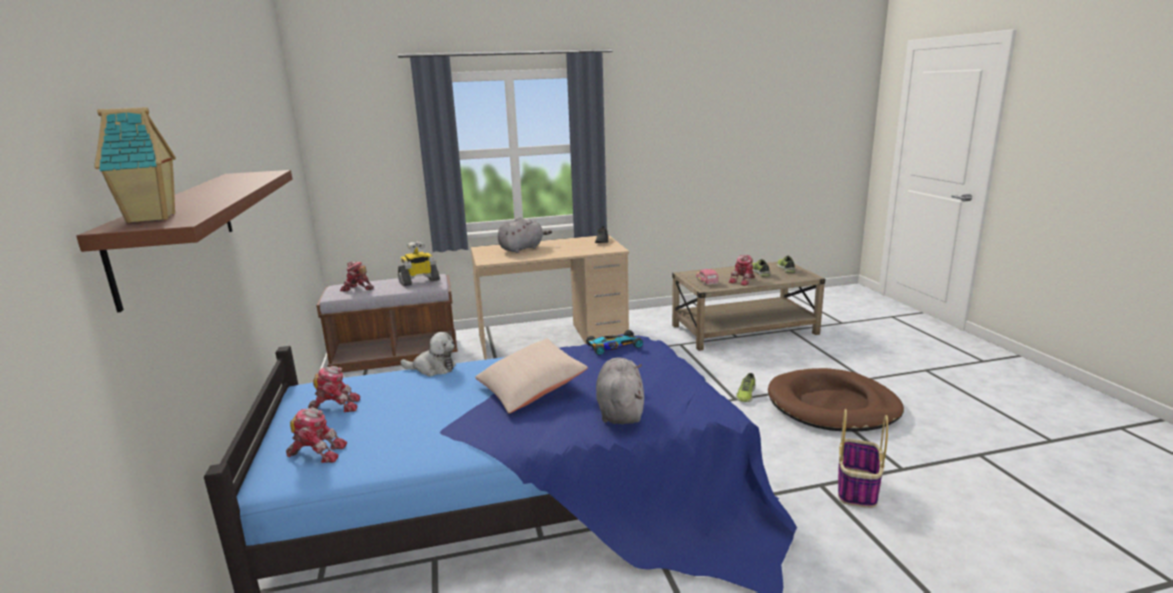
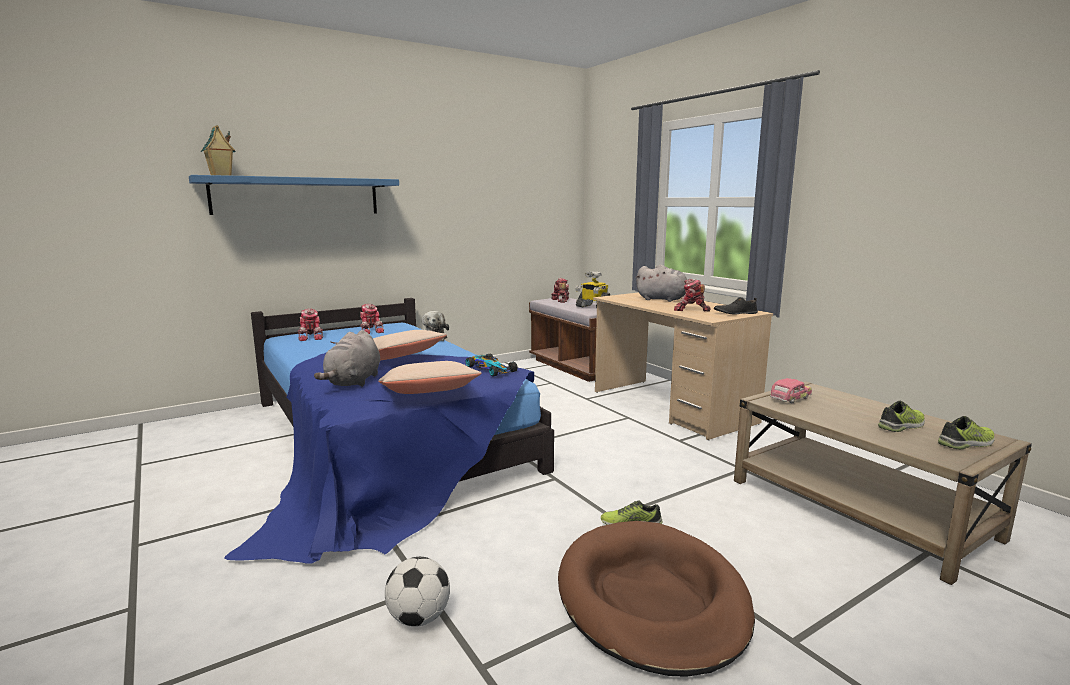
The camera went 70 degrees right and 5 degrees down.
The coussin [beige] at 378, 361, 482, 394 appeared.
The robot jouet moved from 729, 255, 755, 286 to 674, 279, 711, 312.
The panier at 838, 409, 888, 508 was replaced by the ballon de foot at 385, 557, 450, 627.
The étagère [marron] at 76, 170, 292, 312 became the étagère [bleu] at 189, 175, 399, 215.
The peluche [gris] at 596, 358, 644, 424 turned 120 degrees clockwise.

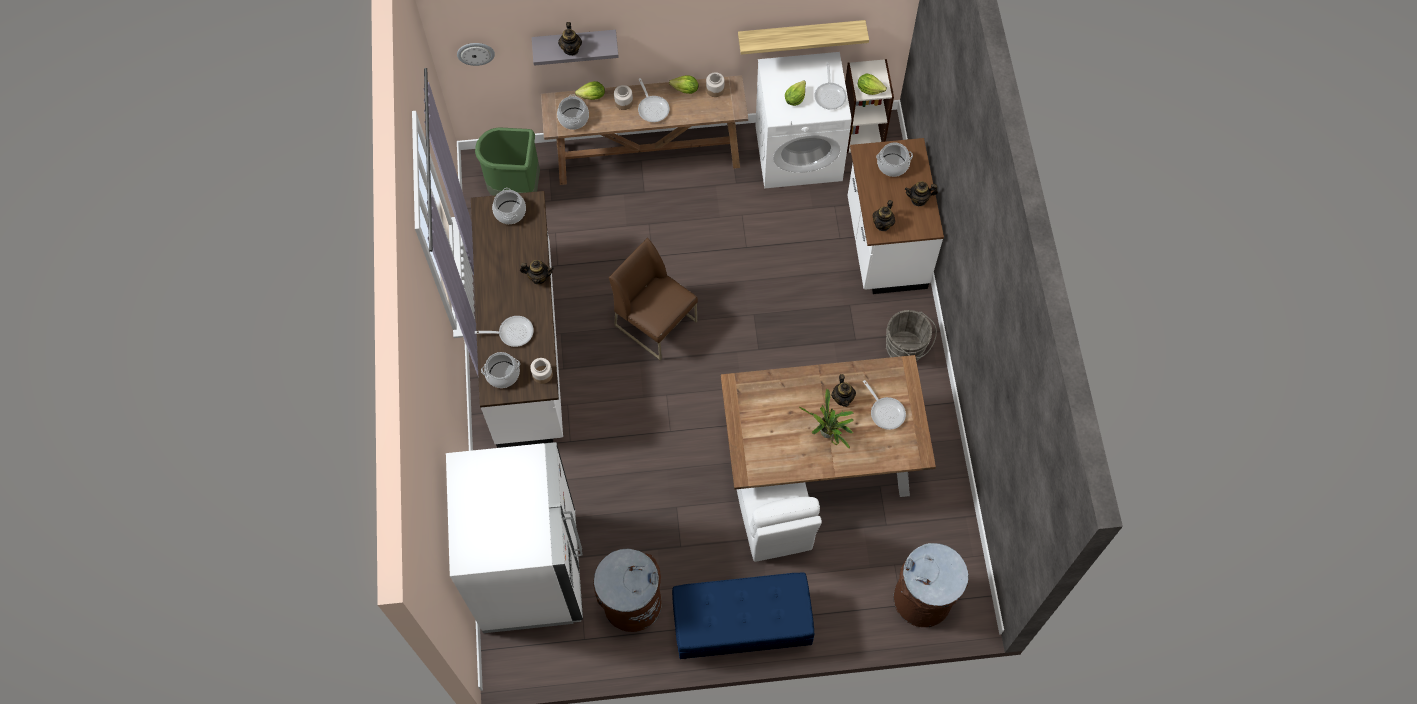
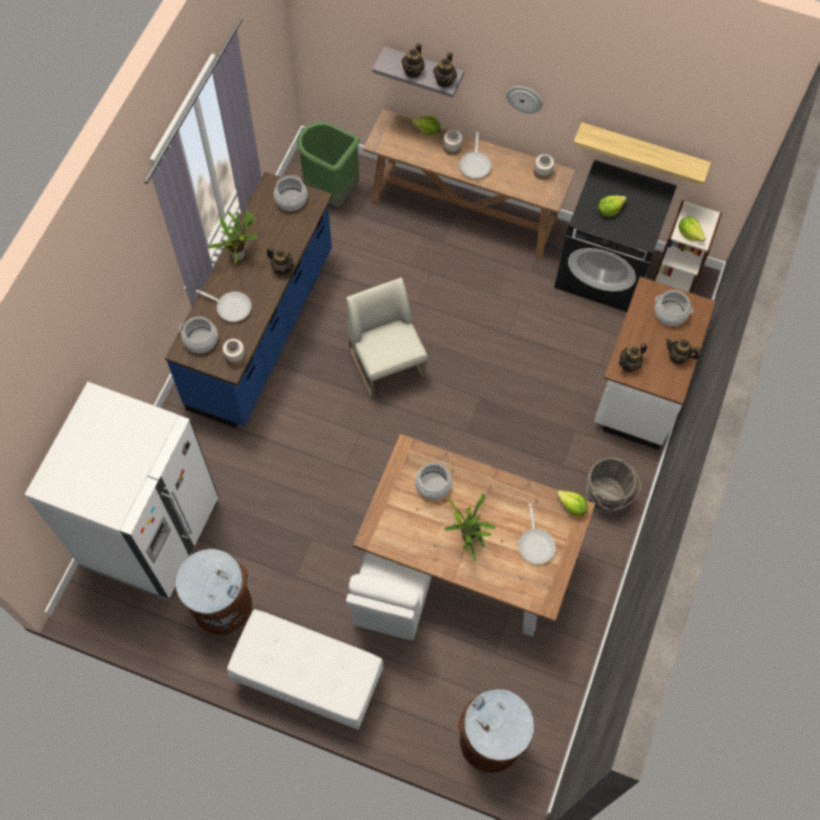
The camera went 25 degrees right and 0 degrees up.
The poêle at 814, 63, 847, 110 disappeared.
The plante en pot at 206, 211, 258, 264 appeared.
The horloge murale moved from 457, 43, 495, 66 to 506, 86, 543, 113.
The marmite moved from 557, 94, 589, 130 to 415, 461, 452, 500.
The laitue moved from 669, 75, 698, 94 to 557, 490, 588, 516.
The théière moved from 831, 374, 856, 407 to 433, 52, 457, 87.
The comptoir de cuisine [blanc] at 471, 191, 563, 448 became the comptoir de cuisine [bleu] at 165, 172, 332, 428.
The chaise [marron] at 609, 238, 698, 361 became the chaise [blanc] at 346, 277, 428, 400.
The banc [bleu] at 672, 573, 814, 659 became the banc [blanc] at 227, 609, 383, 730.
The lave-linge [blanc] at 755, 52, 852, 189 became the lave-linge [noir] at 554, 160, 677, 312.

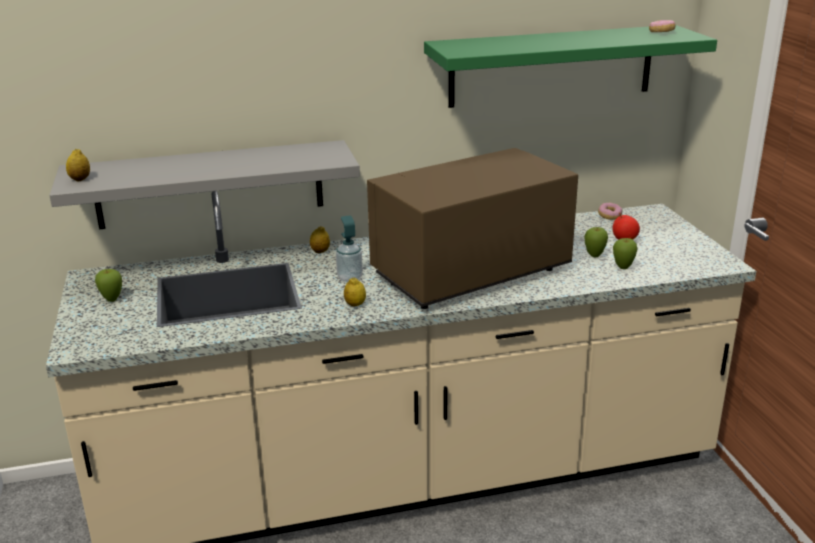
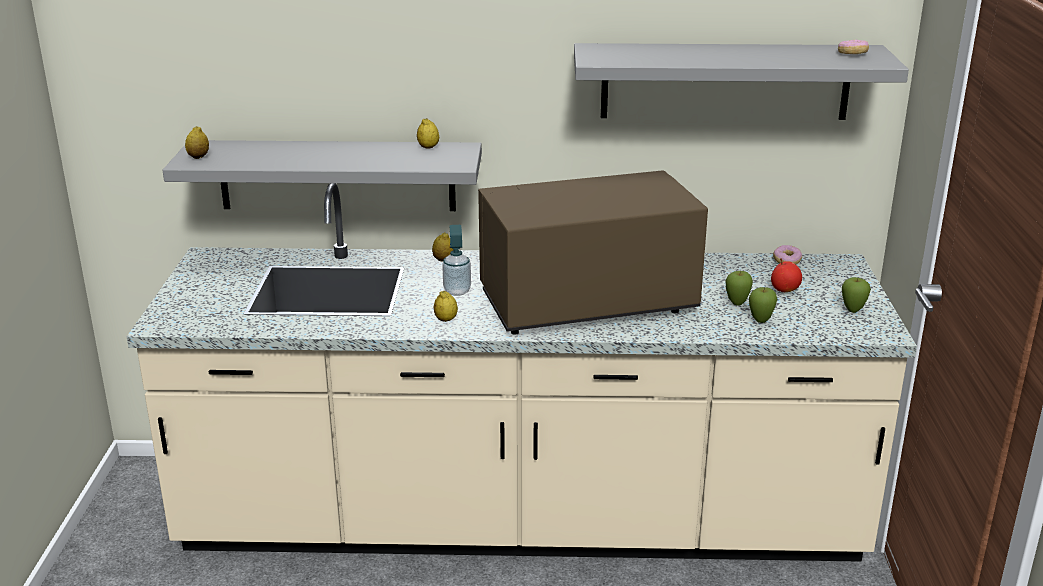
The camera went 15 degrees right and 0 degrees up.
The citron at 417, 118, 439, 148 appeared.
The pomme moved from 95, 269, 122, 302 to 842, 277, 871, 313.
The étagère [vert] at 424, 25, 717, 108 became the étagère [gris] at 574, 43, 909, 120.

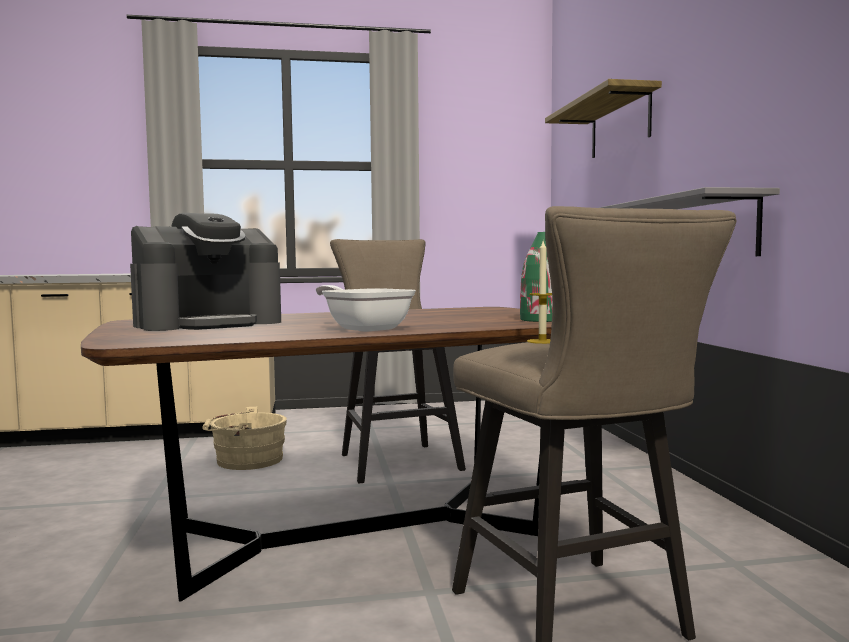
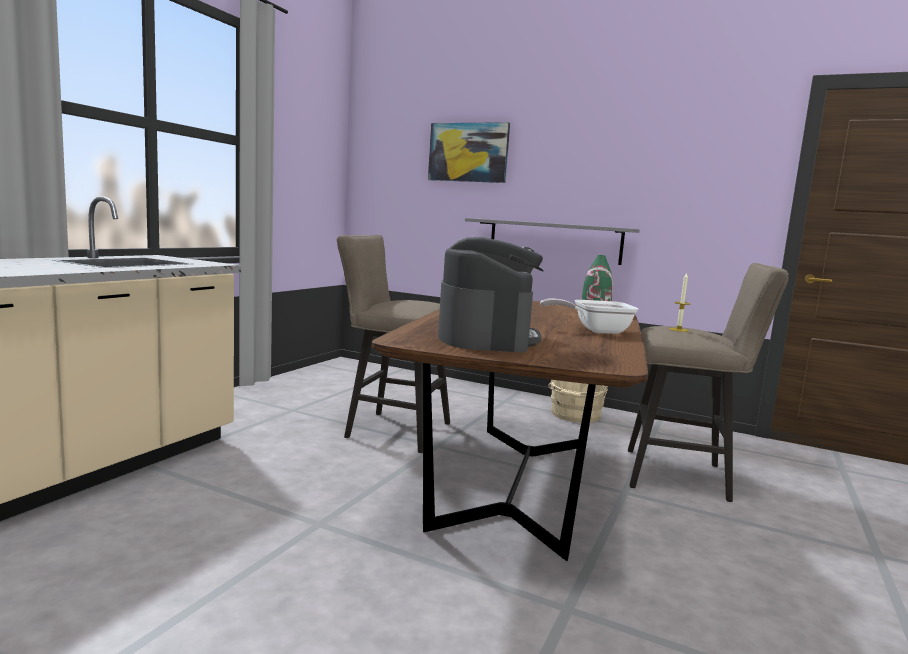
The camera went 55 degrees left and 5 degrees up.
The seau [beige] moved from 202, 407, 287, 470 to 548, 380, 608, 423.
The étagère at 545, 79, 662, 158 was replaced by the tableau at 428, 122, 510, 183.

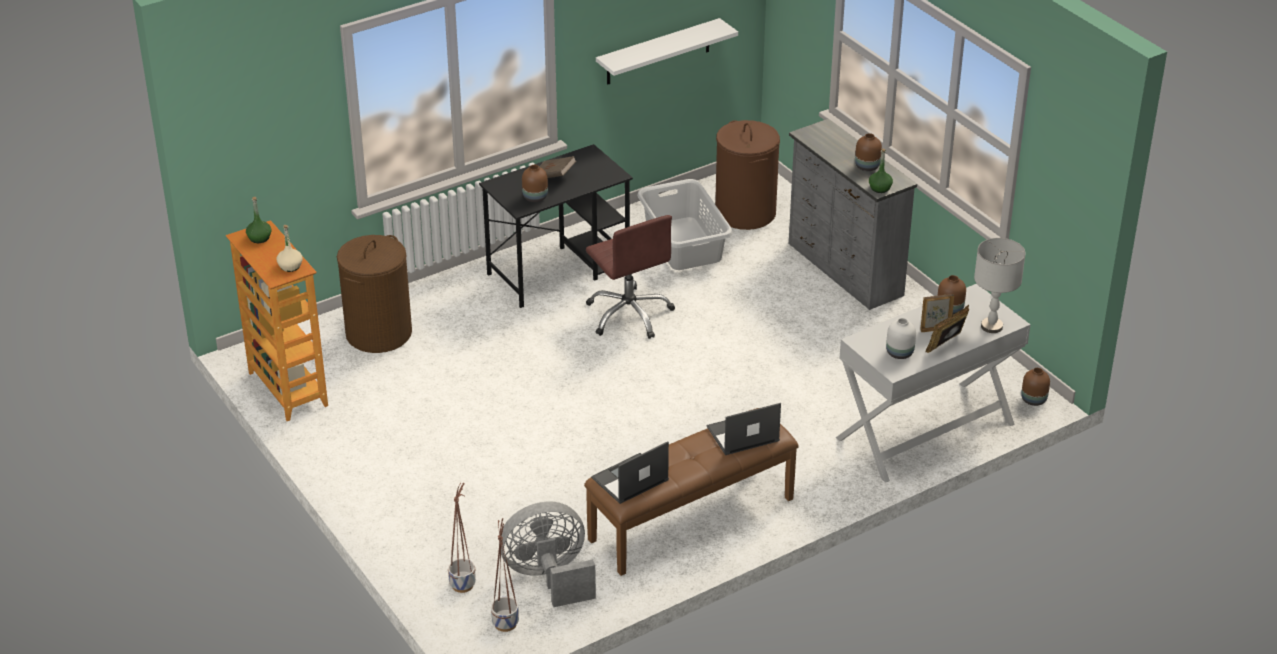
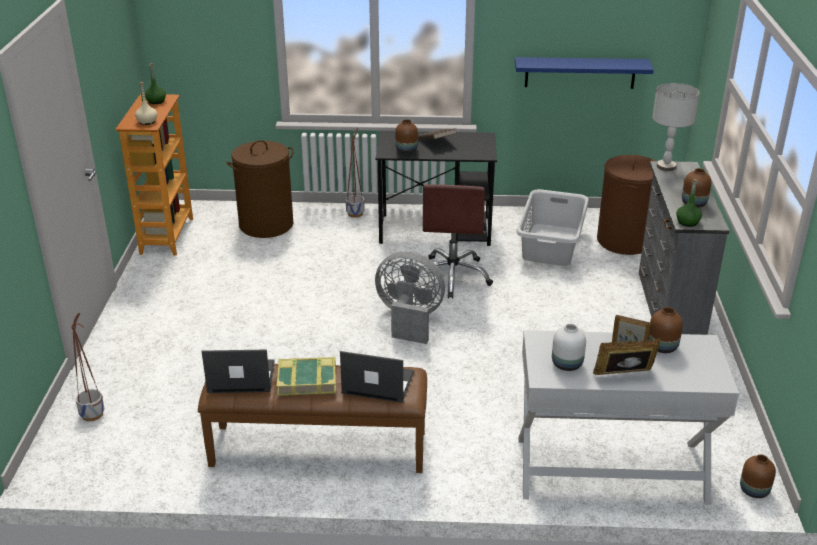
The camera went 35 degrees right and 5 degrees down.
The livre at 277, 357, 336, 396 appeared.
The cache-pot moved from 491, 518, 519, 632 to 346, 128, 365, 218.
The ventilateur [gris] moved from 501, 502, 596, 607 to 375, 251, 445, 344.
The lampe de table [gris] moved from 974, 238, 1026, 333 to 652, 83, 700, 171.
The étagère [blanc] at 596, 18, 738, 85 became the étagère [bleu] at 515, 57, 654, 89.

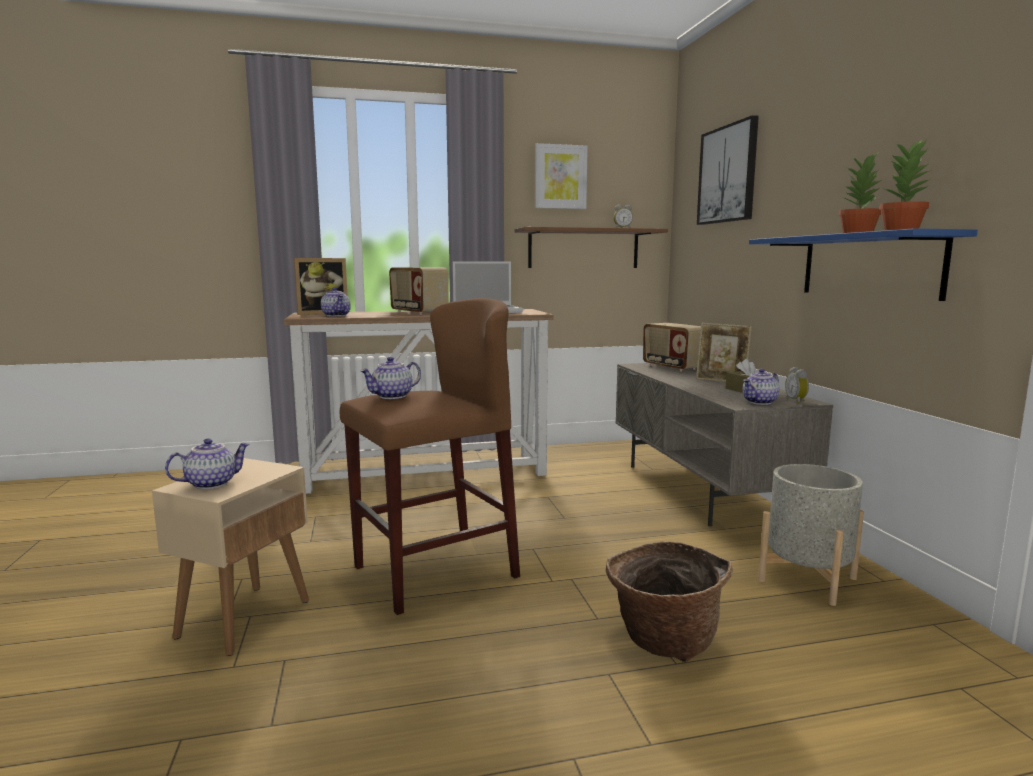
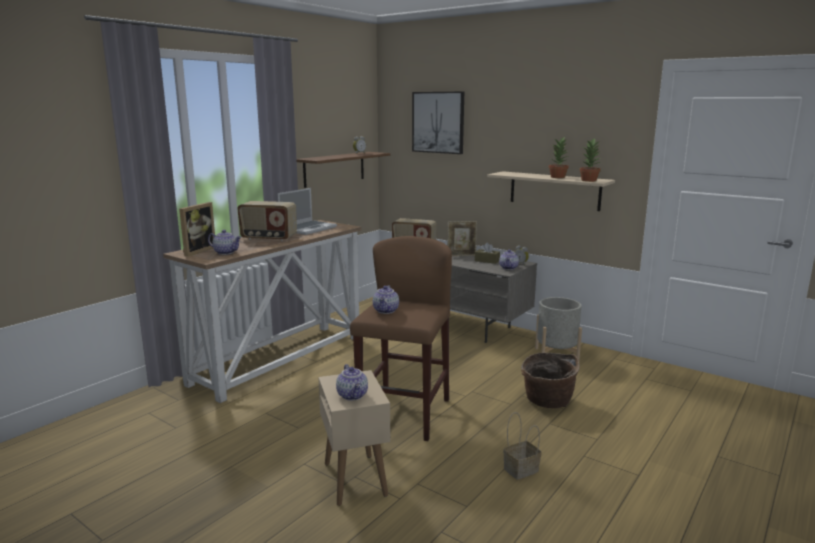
The camera went 40 degrees left and 5 degrees up.
The tableau at 535, 143, 588, 209 disappeared.
The panier at 503, 412, 541, 480 appeared.
The étagère [bleu] at 749, 228, 978, 301 became the étagère [beige] at 487, 171, 615, 211.
The théière at 165, 438, 250, 489 turned 150 degrees clockwise.

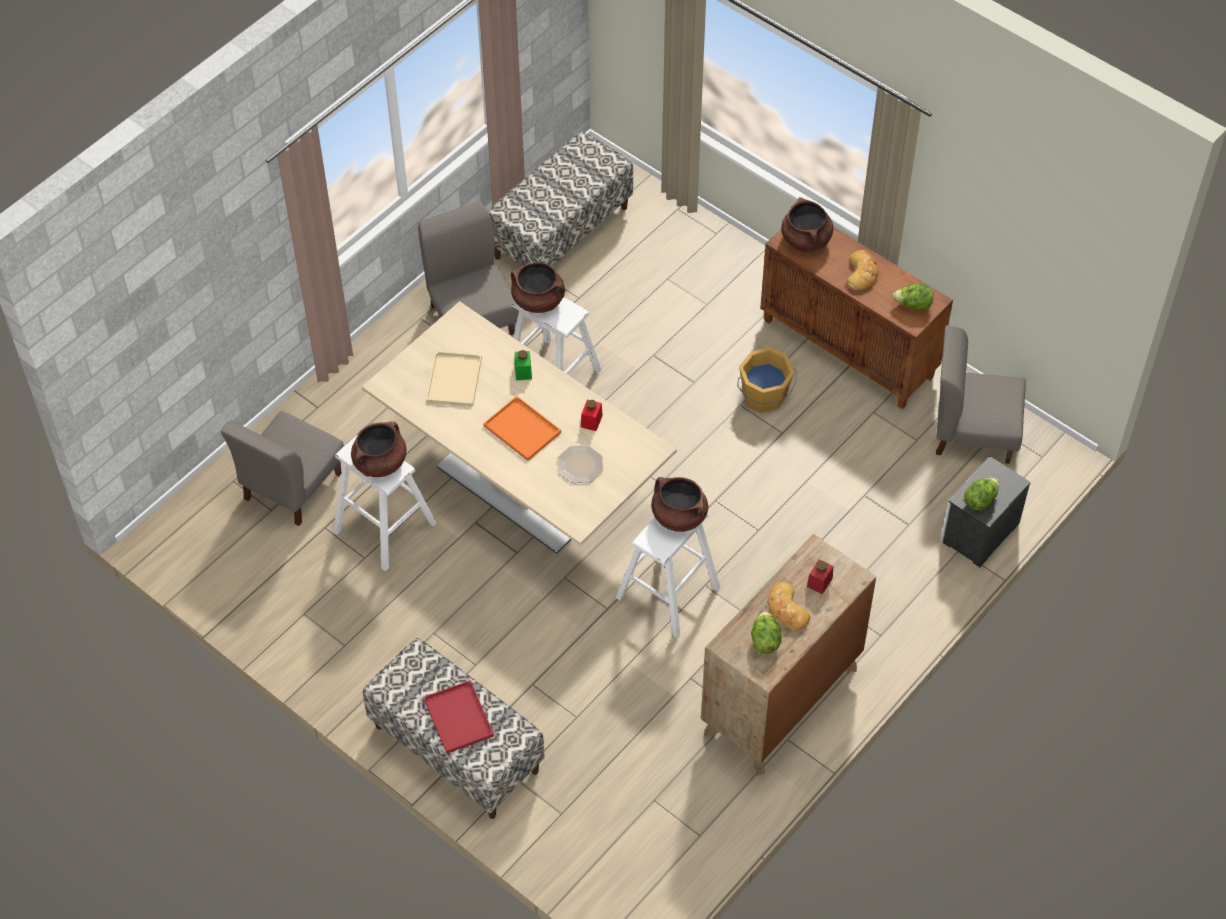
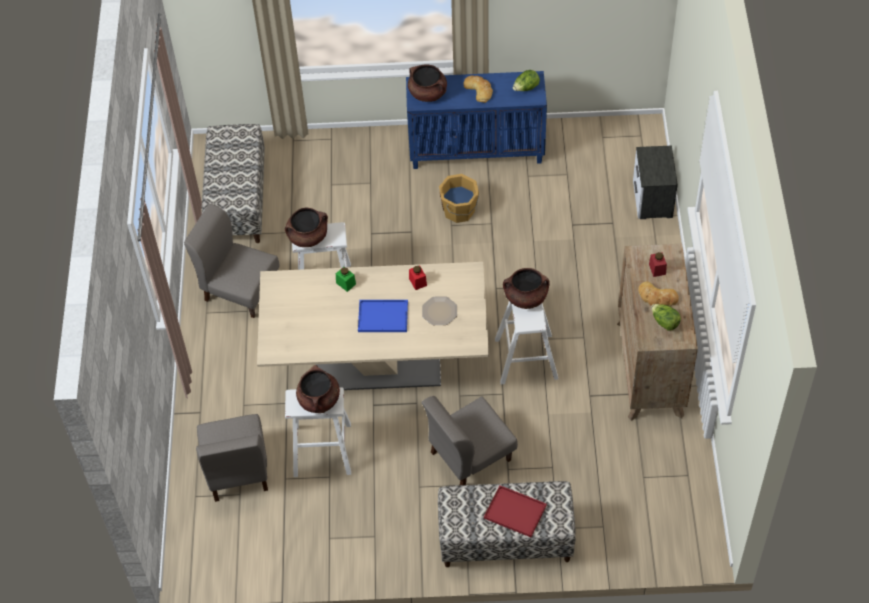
The camera went 40 degrees left and 0 degrees up.
The plateau [beige] at 426, 351, 482, 407 disappeared.
The laitue at 964, 478, 999, 510 disappeared.
The chaise [gris] moved from 936, 325, 1026, 464 to 422, 396, 518, 485.
The plateau [orange] at 483, 396, 561, 461 became the plateau [bleu] at 358, 300, 408, 332.
The meuble de rangement [marron] at 760, 227, 953, 409 became the meuble de rangement [bleu] at 406, 71, 547, 169.

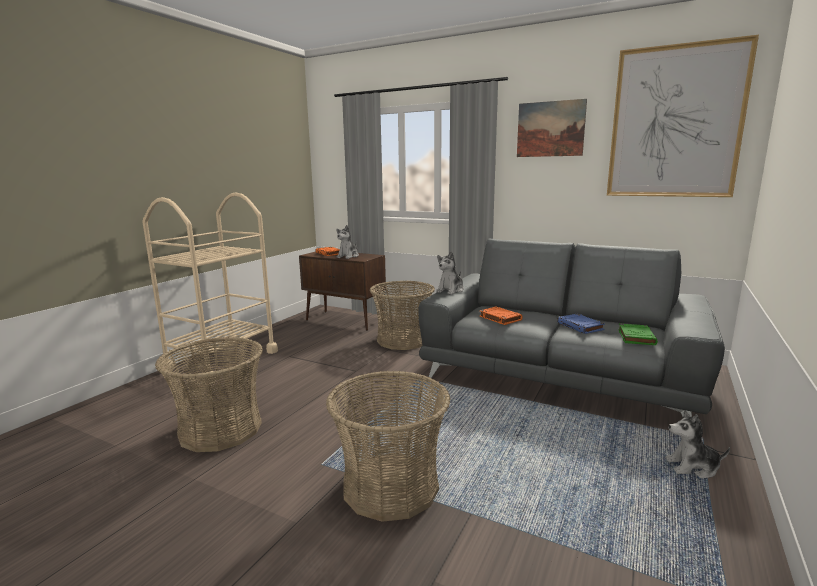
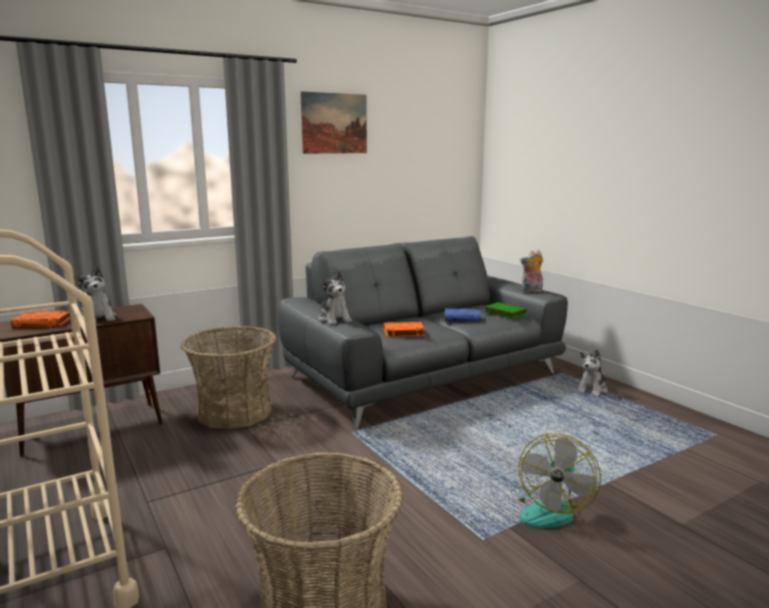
The camera went 60 degrees left and 0 degrees up.
The tableau at 607, 35, 759, 197 disappeared.
The peluche at 520, 249, 543, 292 appeared.
The panier at 326, 371, 451, 522 was replaced by the ventilateur at 511, 434, 601, 528.

